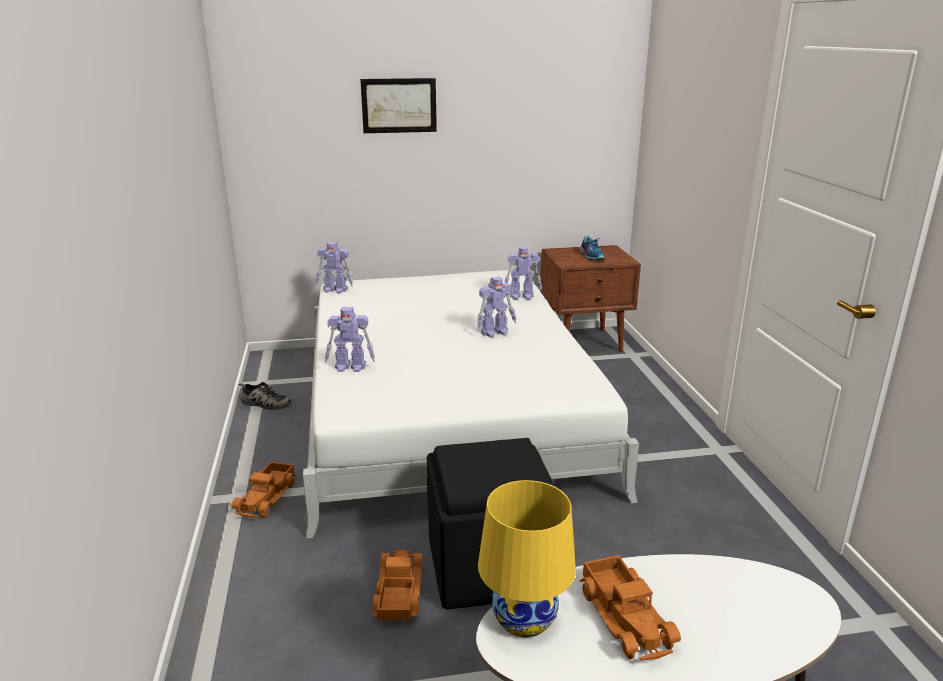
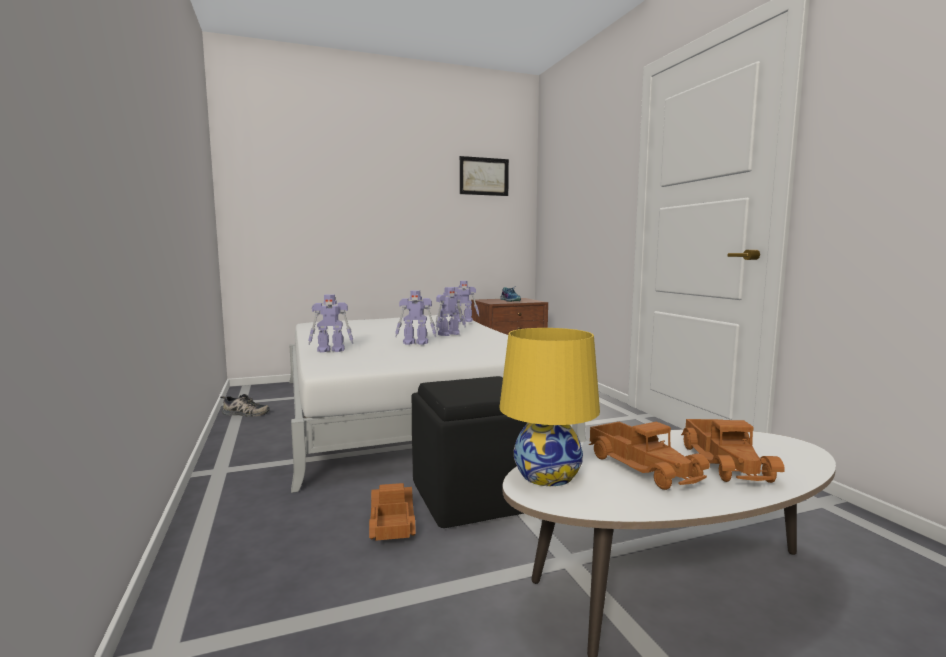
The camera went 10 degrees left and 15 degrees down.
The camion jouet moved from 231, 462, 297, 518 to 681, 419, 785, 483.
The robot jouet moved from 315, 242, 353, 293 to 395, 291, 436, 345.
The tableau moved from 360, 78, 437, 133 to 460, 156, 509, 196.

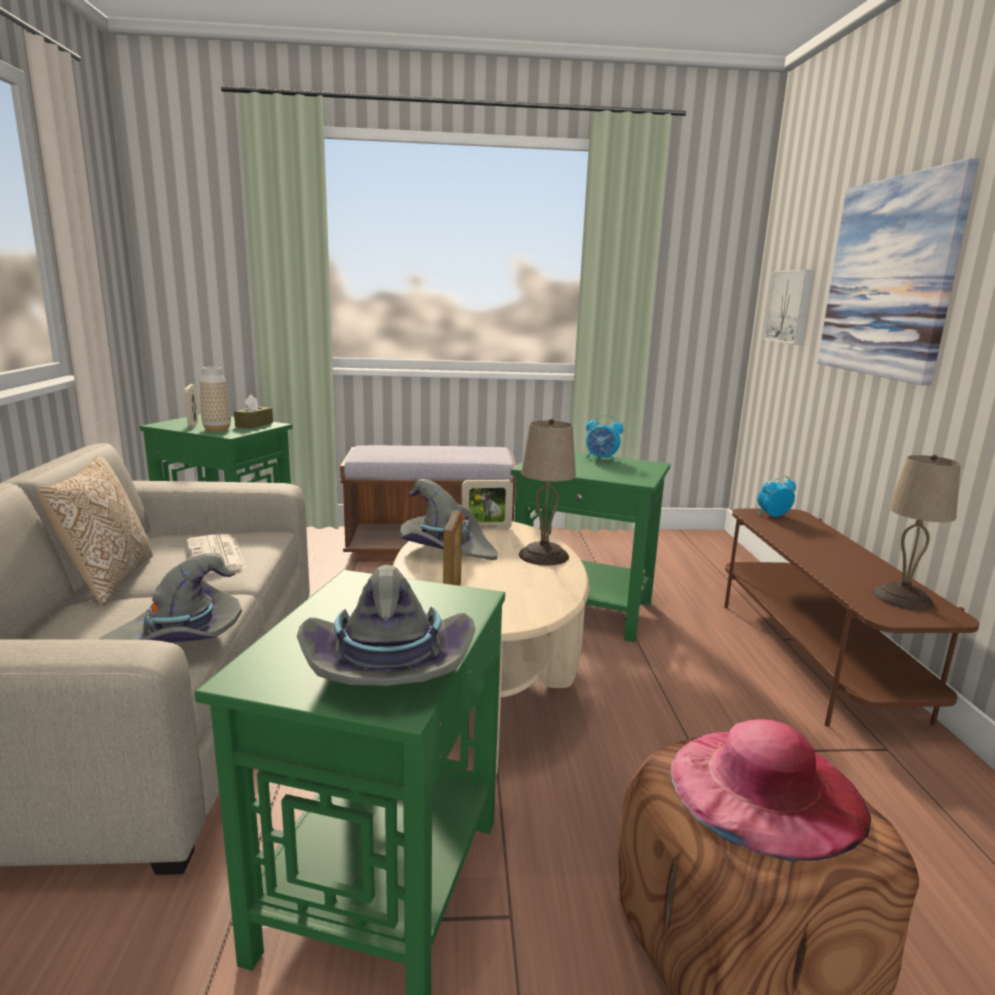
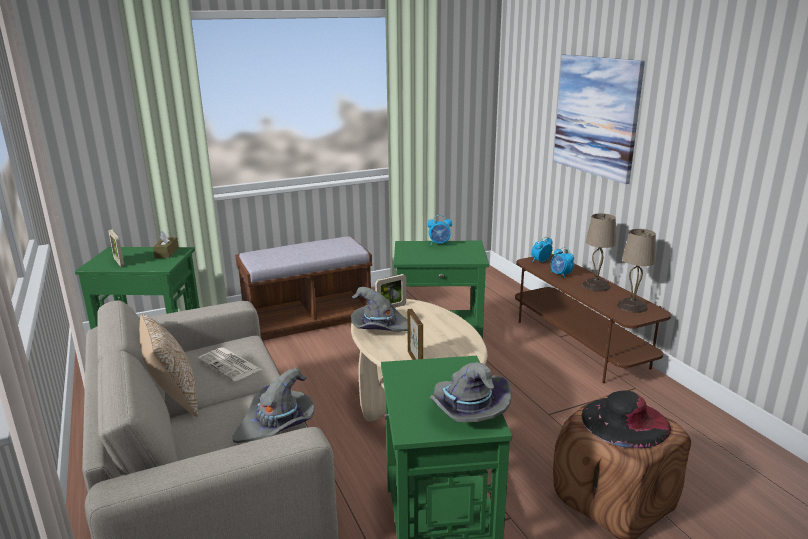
The camera went 20 degrees left and 5 degrees up.
The vase at 200, 367, 231, 431 disappeared.
The tableau at 763, 270, 814, 345 disappeared.
The réveil at 551, 247, 574, 278 appeared.
The lampe de table [beige] moved from 519, 419, 576, 566 to 582, 213, 616, 292.
The chapeau [rose] at 670, 719, 871, 862 became the chapeau [noir] at 581, 391, 671, 448.

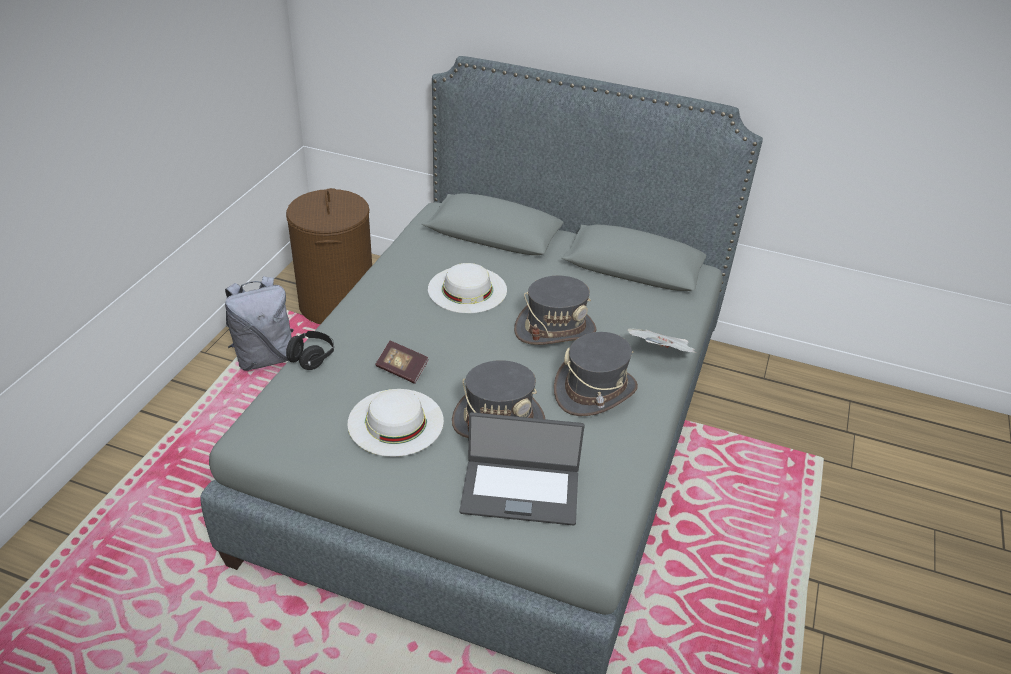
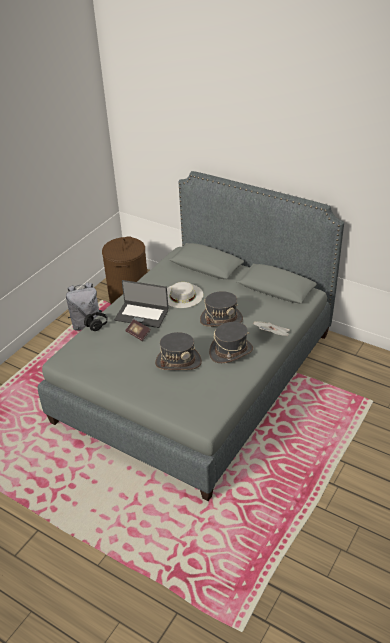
The camera went 15 degrees right and 0 degrees up.
The chapeau [blanc] at 348, 389, 444, 457 disappeared.
The ordinateur portable moved from 459, 412, 584, 525 to 114, 280, 169, 328.

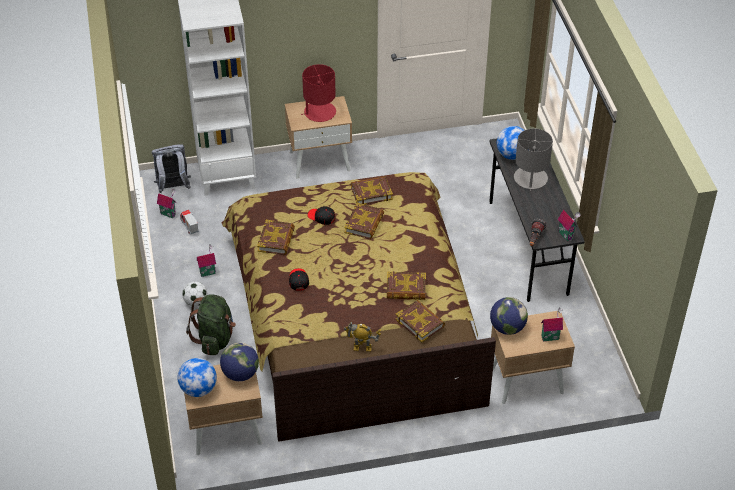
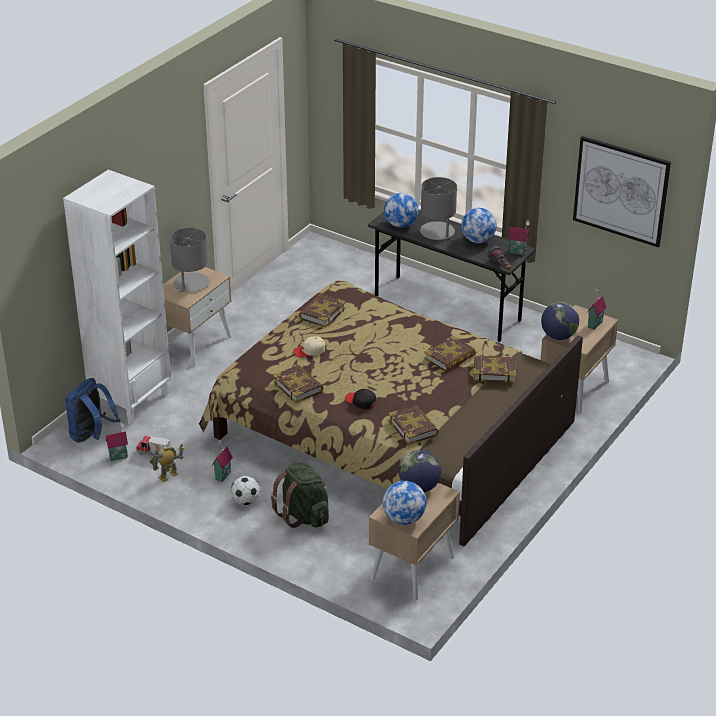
The camera went 45 degrees left and 10 degrees down.
The globe at 461, 208, 497, 243 appeared.
The tableau at 573, 136, 671, 247 appeared.
The livre moved from 344, 203, 384, 239 to 388, 405, 439, 445.
The robot jouet moved from 344, 322, 381, 352 to 149, 444, 184, 482.
The sac à dos [gris] at 152, 144, 191, 193 became the sac à dos [bleu] at 65, 378, 120, 443.
The lampe de table [rouge] at 301, 64, 336, 122 became the lampe de table [gris] at 170, 228, 210, 292.
The casquette [noir] at 307, 206, 335, 225 became the casquette [beige] at 293, 336, 325, 358.

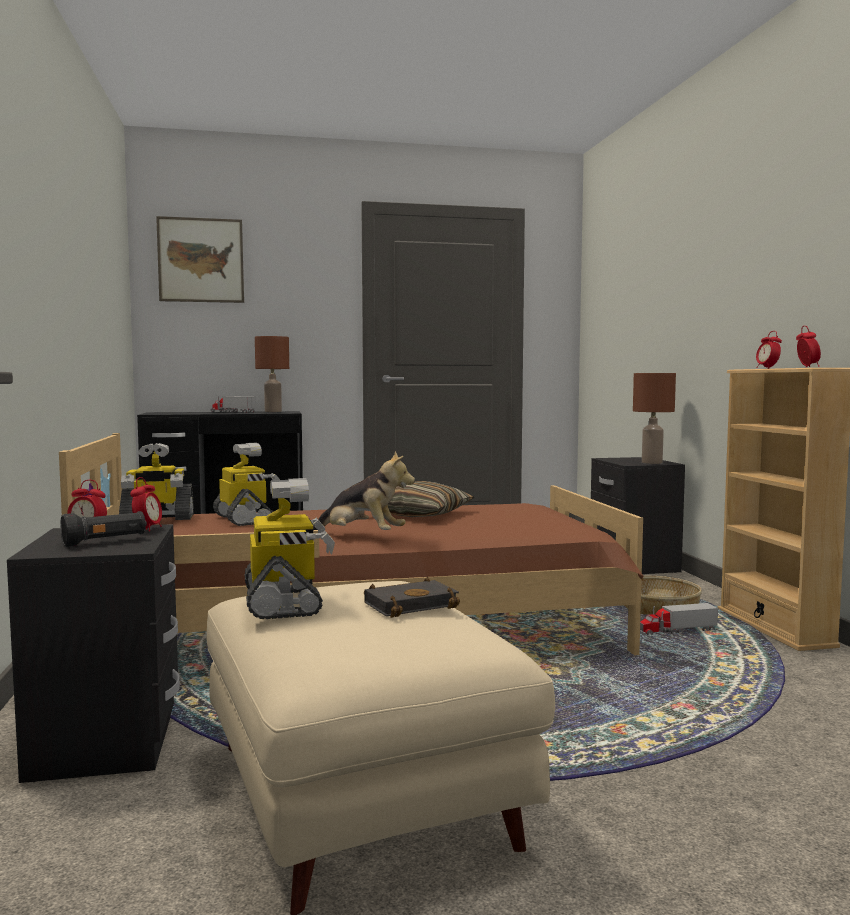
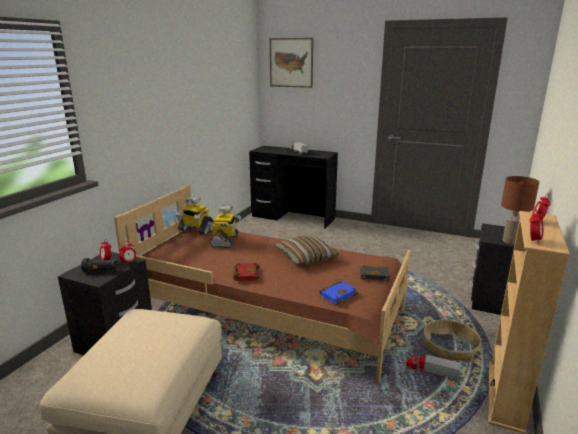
The camera went 35 degrees right and 15 degrees up.
The robot jouet at 245, 478, 335, 619 disappeared.
The lampe de table [marron] at 255, 336, 289, 412 disappeared.
The livre [bleu] at 319, 281, 358, 305 appeared.
The livre [noir] moved from 364, 577, 460, 618 to 360, 265, 390, 282.
The peluche at 313, 451, 415, 530 was replaced by the livre [rouge] at 233, 263, 260, 281.

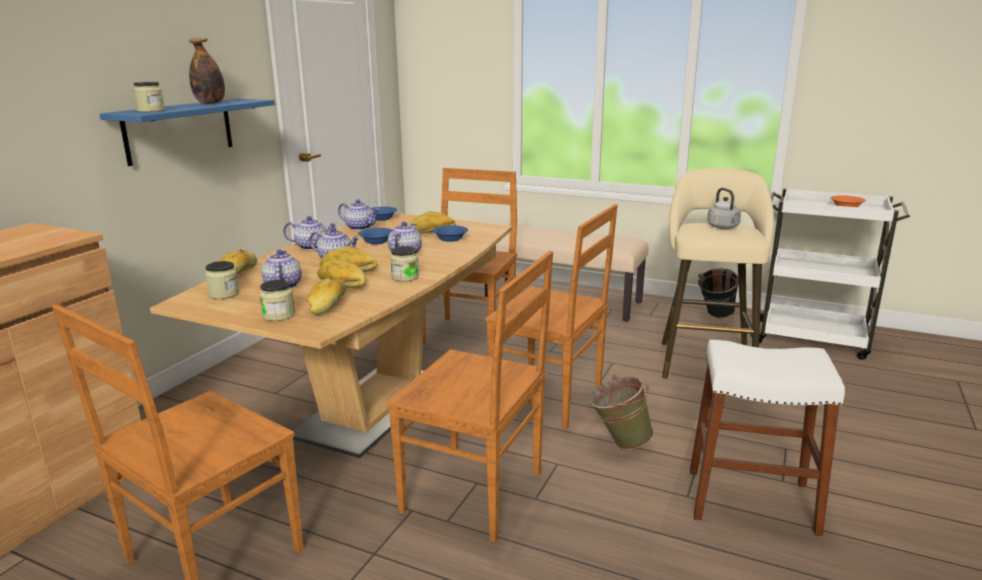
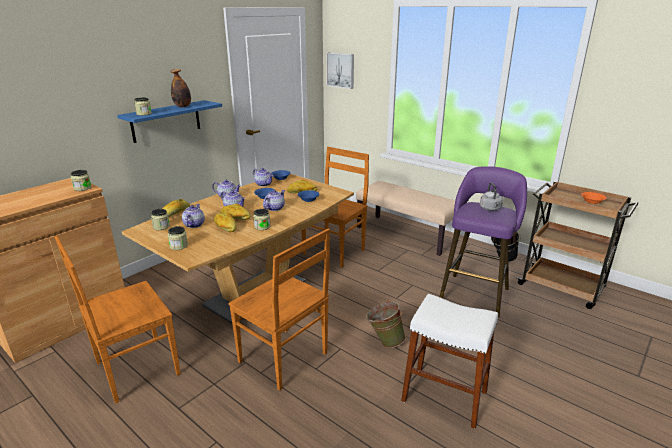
The camera went 15 degrees right and 5 degrees up.
The pain at 306, 277, 346, 314 disappeared.
The chaise [marron] at 485, 204, 618, 430 disappeared.
The bocal at 71, 170, 92, 191 appeared.
The tableau at 326, 53, 354, 89 appeared.
The tabouret [beige] at 662, 168, 774, 379 became the tabouret [violet] at 440, 166, 527, 317.
The chariot [blanc] at 759, 188, 910, 360 became the chariot [marron] at 516, 181, 638, 309.

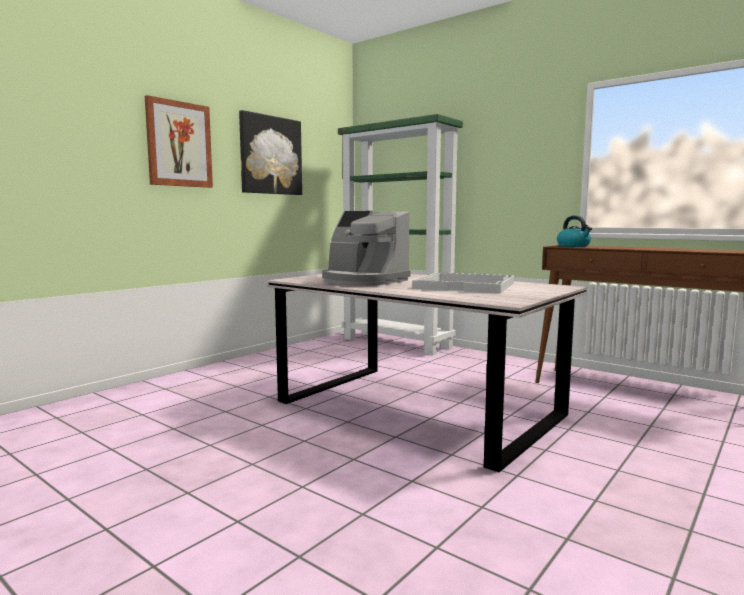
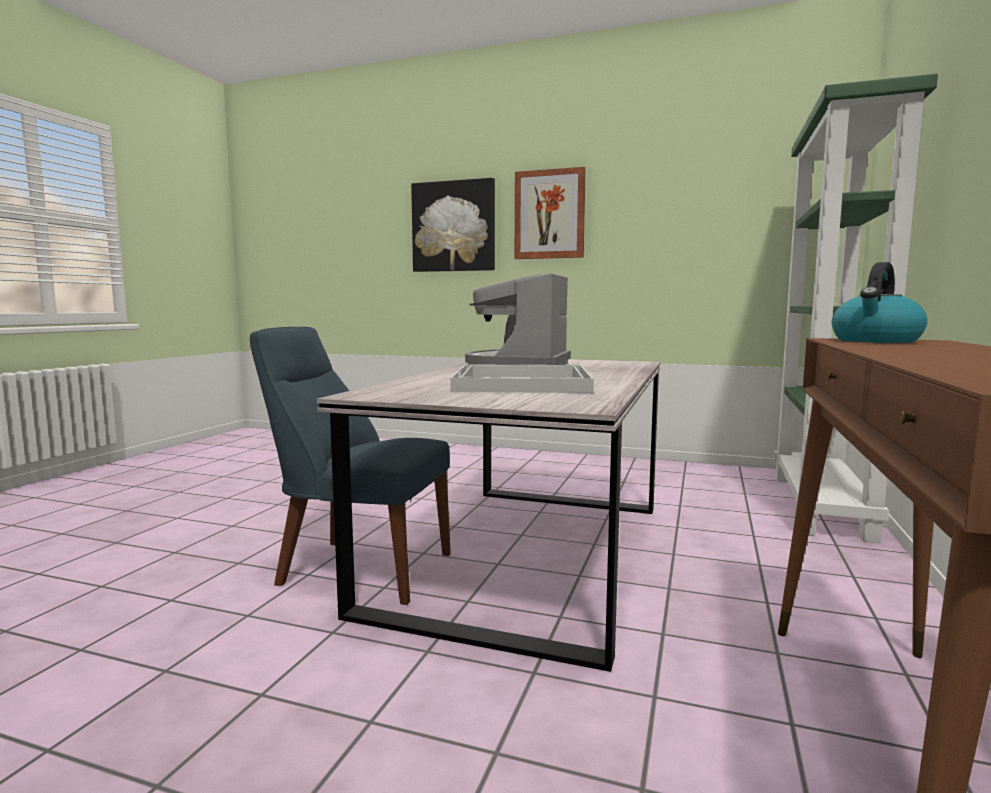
The camera went 70 degrees right and 0 degrees up.
The chaise [bleu] at 250, 327, 451, 605 appeared.
The tableau moved from 239, 110, 302, 195 to 411, 178, 495, 272.

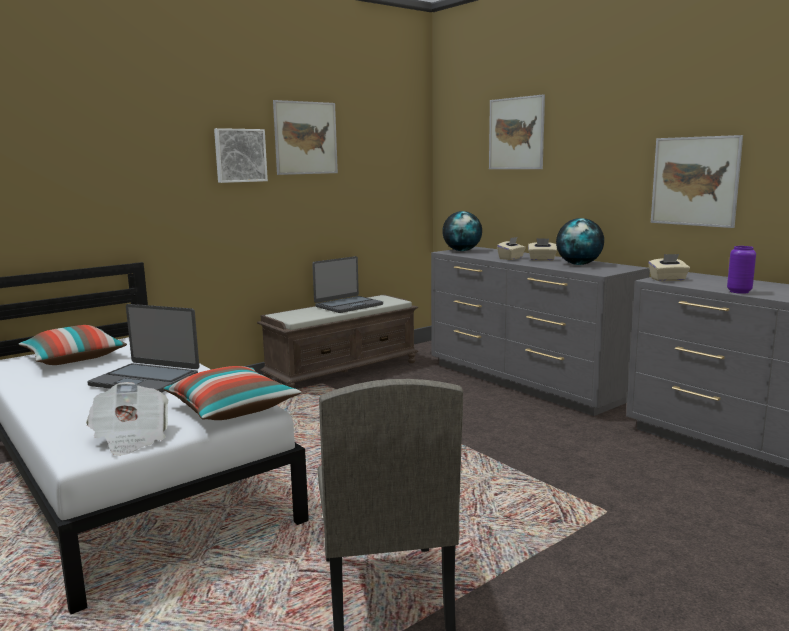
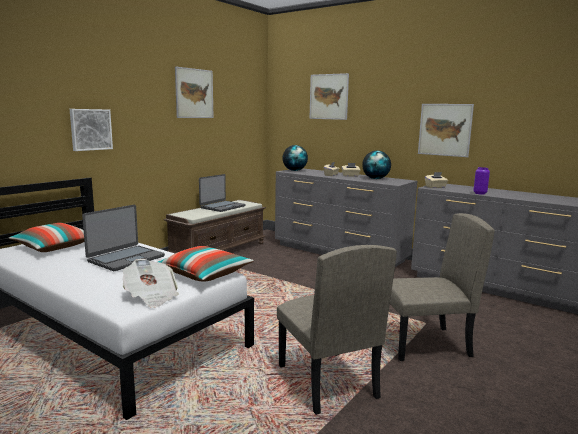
The camera went 15 degrees left and 0 degrees up.
The chaise [beige] at 390, 213, 495, 361 appeared.
The tableau moved from 214, 128, 268, 183 to 70, 109, 113, 151.
The ordinateur portable at 87, 304, 199, 393 turned 60 degrees counterclockwise.

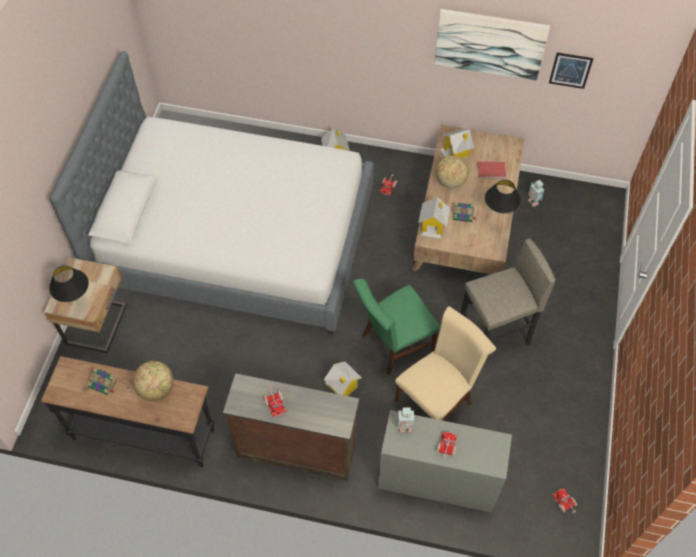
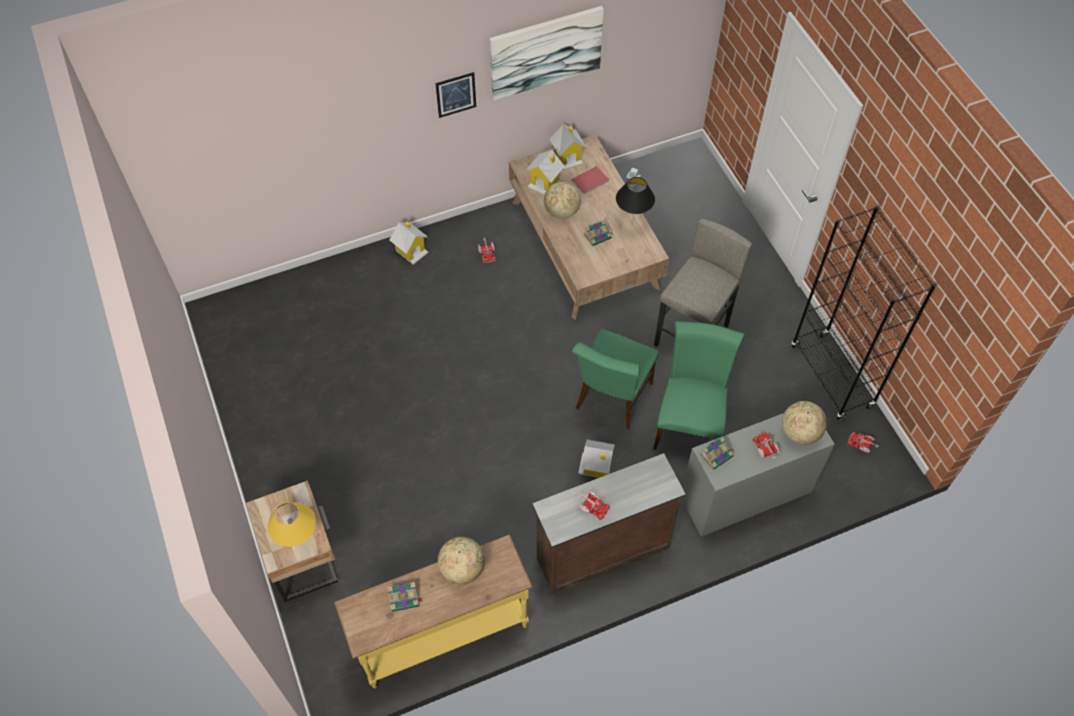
The camera went 35 degrees left and 0 degrees up.
The lit at 49, 51, 374, 335 disappeared.
The globe at 782, 401, 827, 445 appeared.
The bibliothèque [noir] at 791, 206, 936, 421 appeared.
The maison miniature moved from 418, 197, 450, 239 to 549, 124, 587, 170.
The tableau moved from 549, 53, 593, 89 to 435, 72, 476, 118.
The robot jouet at 394, 407, 417, 433 was replaced by the livre at 700, 436, 734, 470.
The table console [noir] at 40, 356, 214, 468 became the table console [jaune] at 334, 534, 533, 689.
The lampe de table [noir] at 49, 266, 89, 305 became the lampe de table [jaune] at 268, 502, 316, 547.
The chaise [beige] at 395, 306, 496, 421 became the chaise [vert] at 653, 321, 745, 450.

